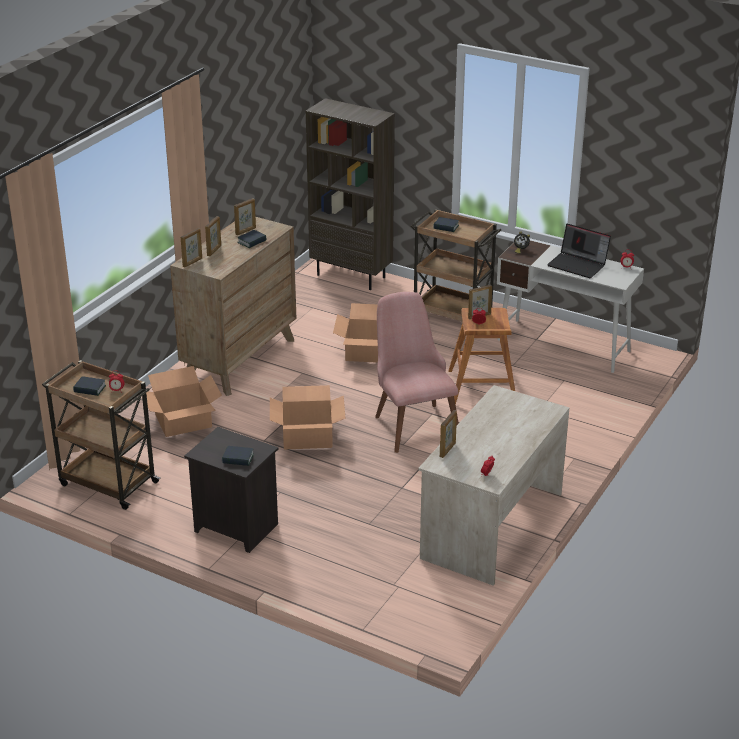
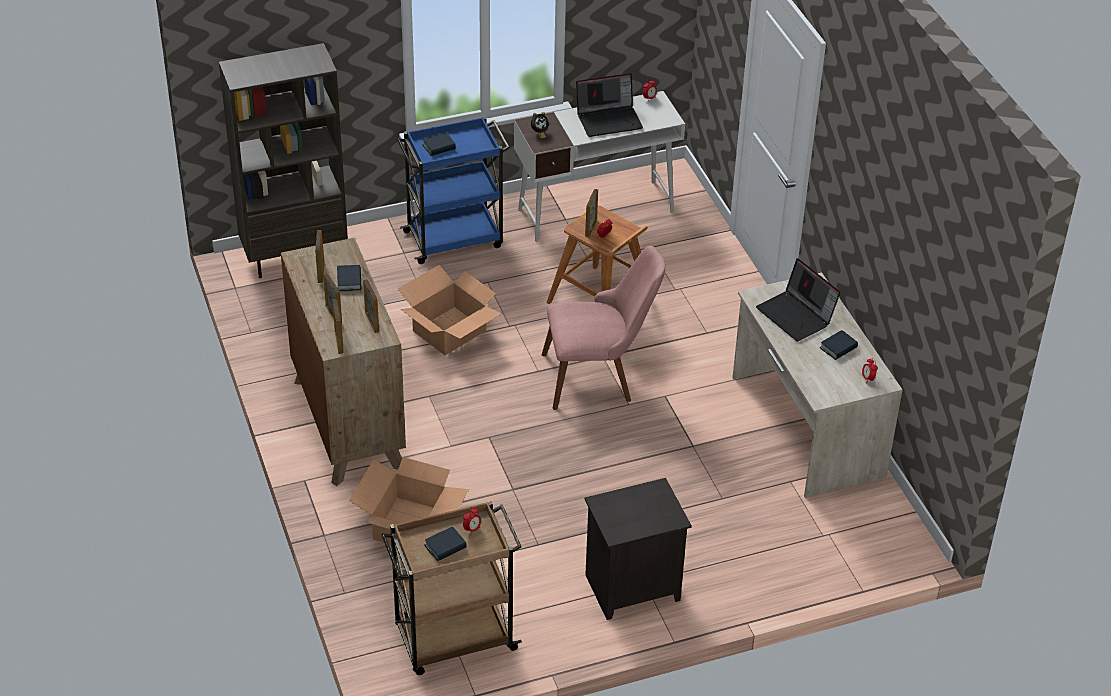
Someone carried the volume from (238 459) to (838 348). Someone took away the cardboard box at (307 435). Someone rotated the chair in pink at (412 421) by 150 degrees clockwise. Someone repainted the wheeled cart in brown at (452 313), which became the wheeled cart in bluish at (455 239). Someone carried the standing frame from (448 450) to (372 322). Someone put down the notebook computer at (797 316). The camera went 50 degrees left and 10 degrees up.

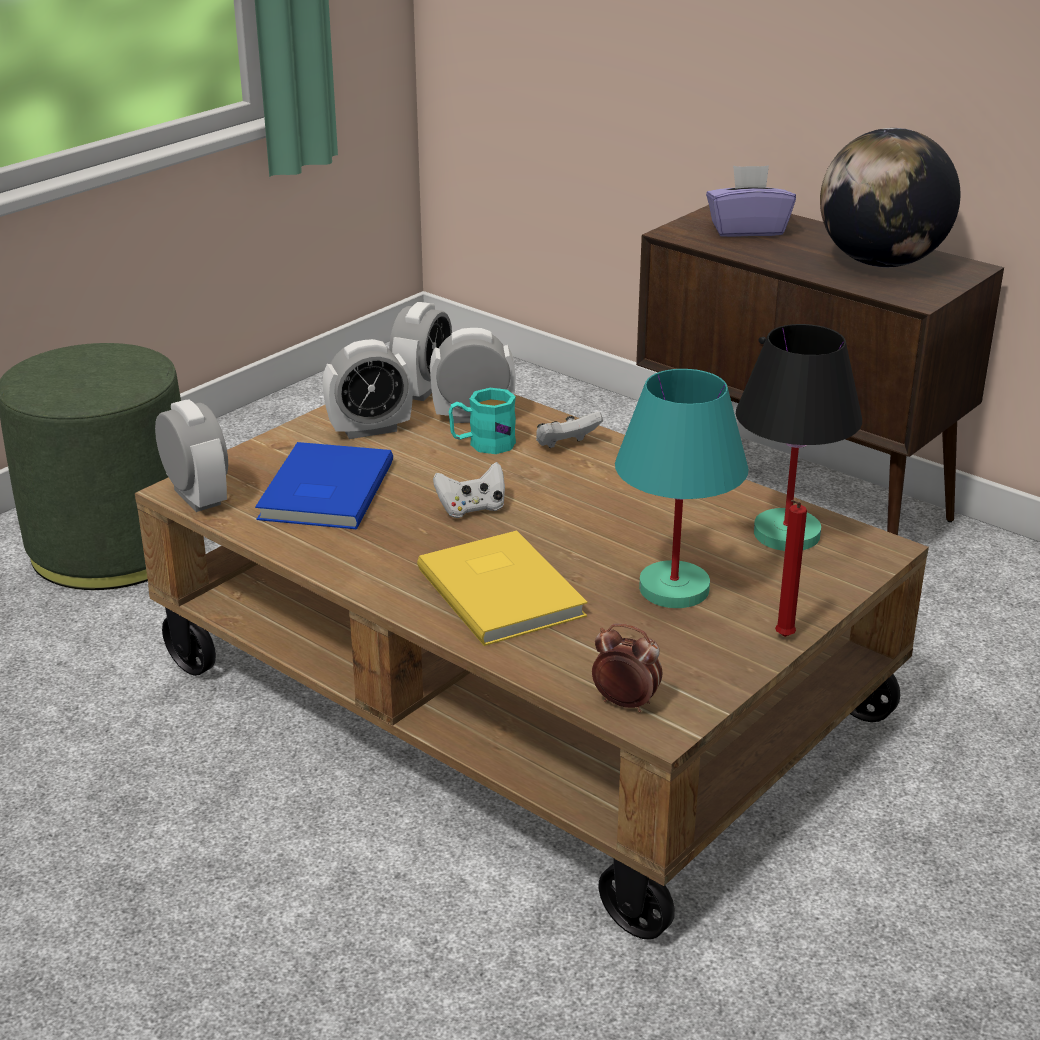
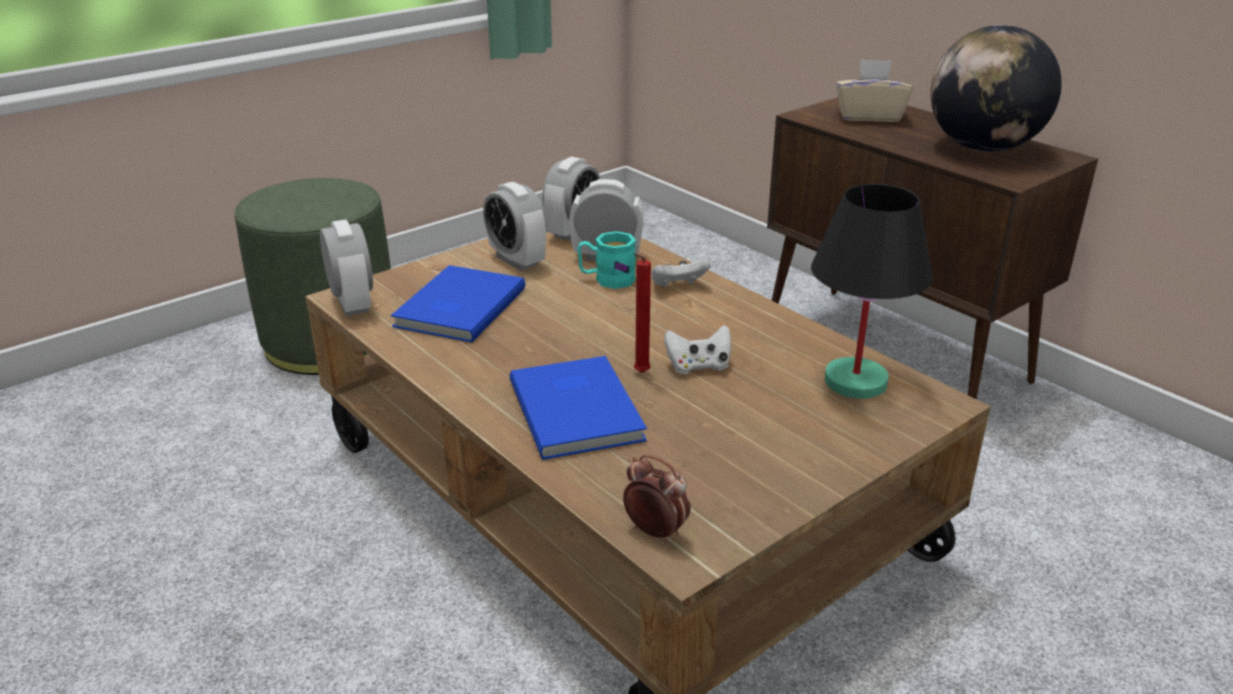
Someone rotated the table clock at (370 429) by 60 degrees clockwise. Someone repainted the volume in yellowish at (503 590), which became the volume in bluish at (578 408). Someone carried the game controller in whitish from (472 509) to (698 366). Someone took away the tabletop lamp in turquoise at (674 588). Someone repainted the box of tissues in purplish at (747 229), which became the box of tissues in sand-coloured at (869 116). Someone carried the candle in reddish from (782 638) to (639 374). The camera went 10 degrees right and 0 degrees up.

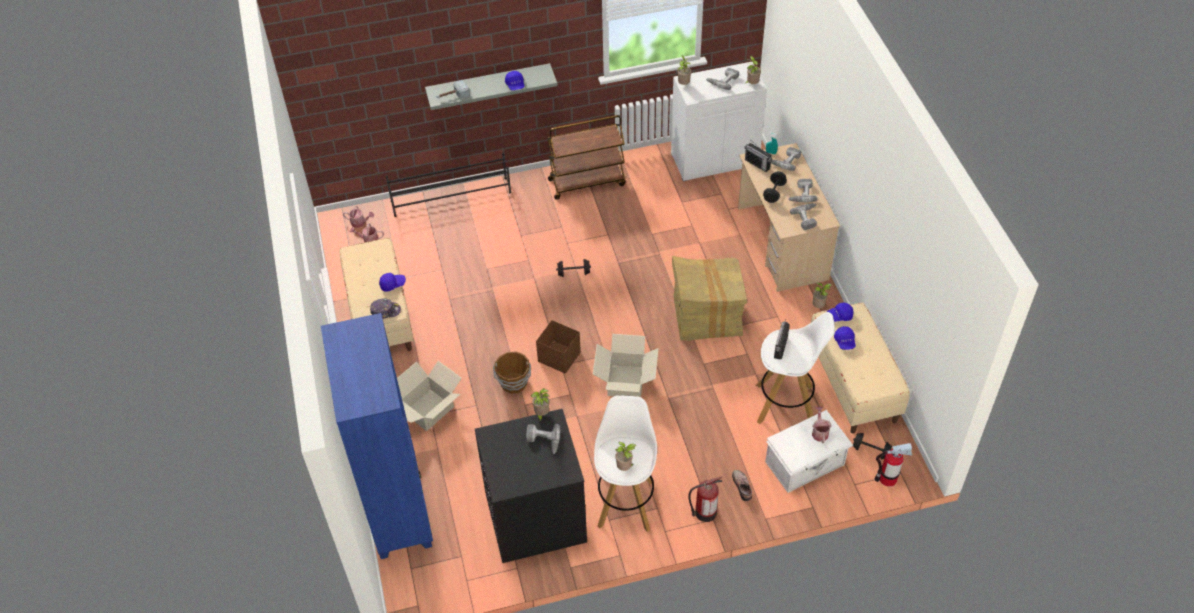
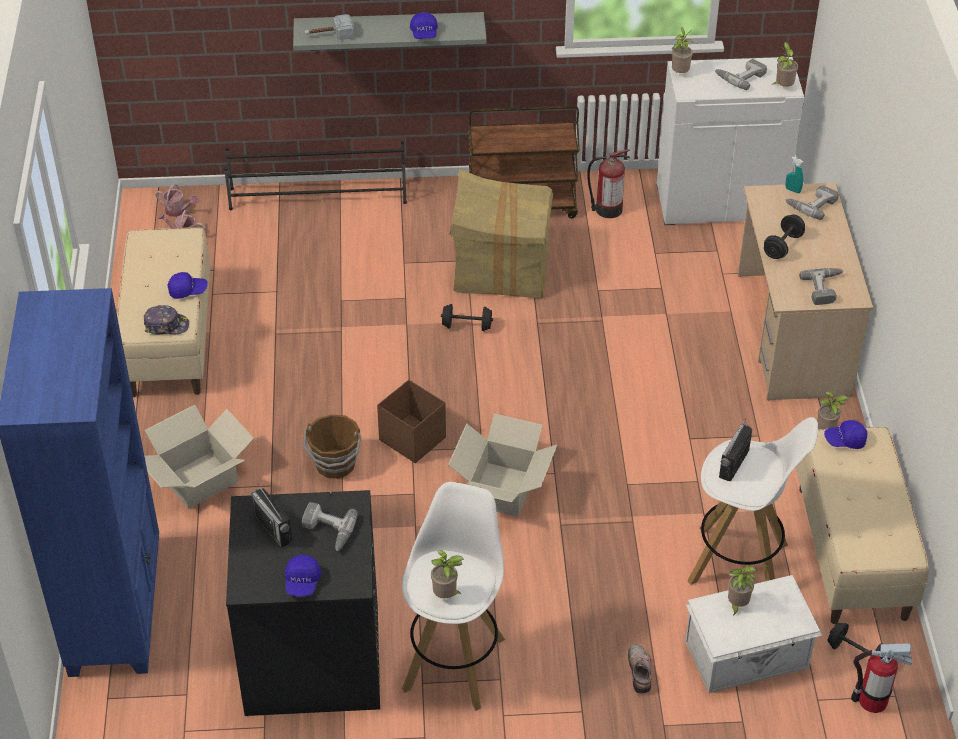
Someone carried the houseplant from (541 414) to (737 605). Someone carried the cardboard box from (707 316) to (501 268). Someone carried the fire-fighting cylinder from (704 512) to (607 209). Someone carried the radio set from (757 164) to (273 529). Someone took away the power drill at (800 194). Someone took away the sprinkling can at (819 432). Someone carried the cap in bluish from (844 342) to (302 582). The camera went 10 degrees right and 5 degrees down.

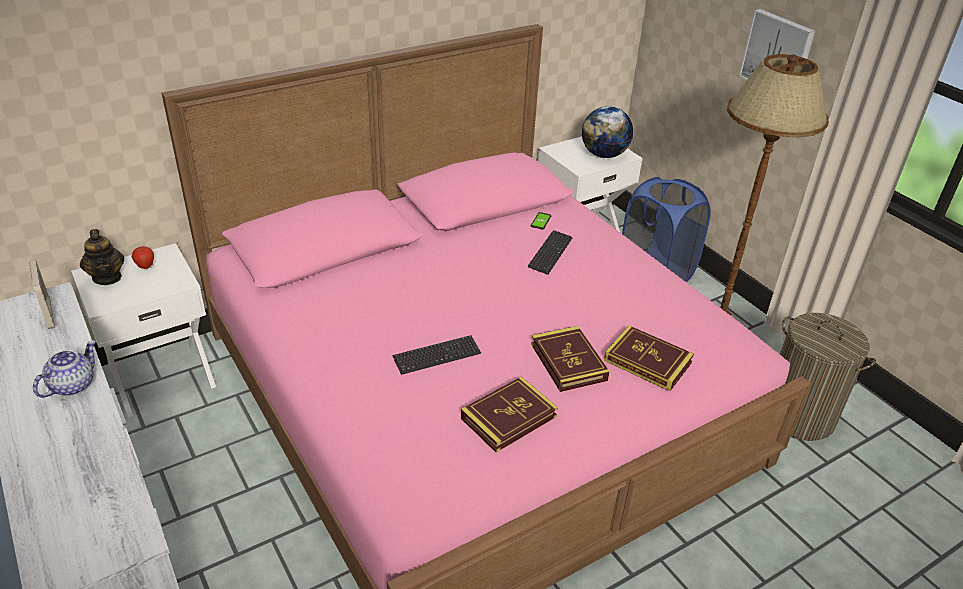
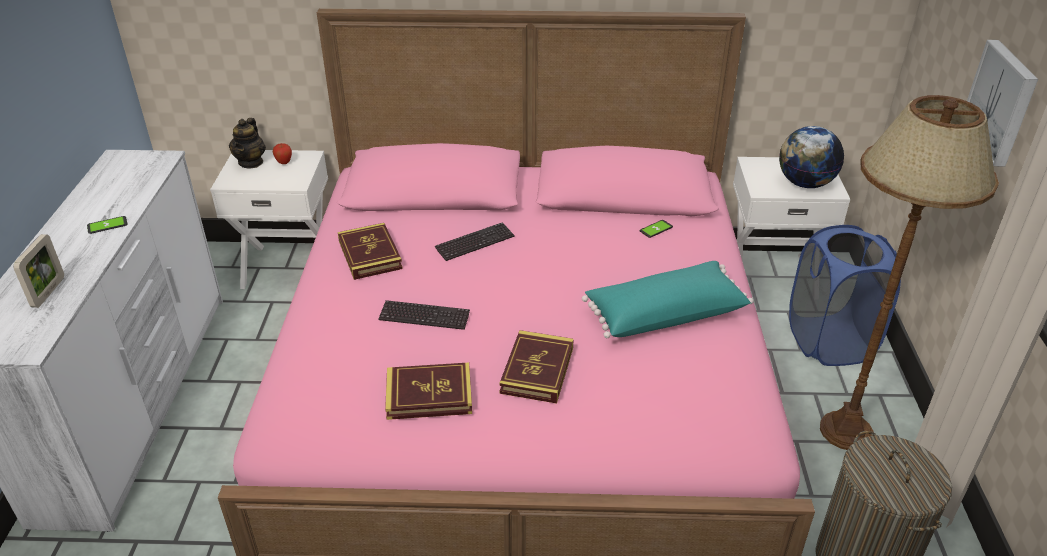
Someone carried the standing frame from (49 315) to (48 292). Someone swapped the pot for tea at (72 385) for the phone at (107 225). Someone carried the PC keyboard from (550 253) to (475 243). Someone carried the volume from (647 361) to (370 255). Someone put down the pillow in turquoise at (664 313). The camera went 35 degrees right and 0 degrees up.

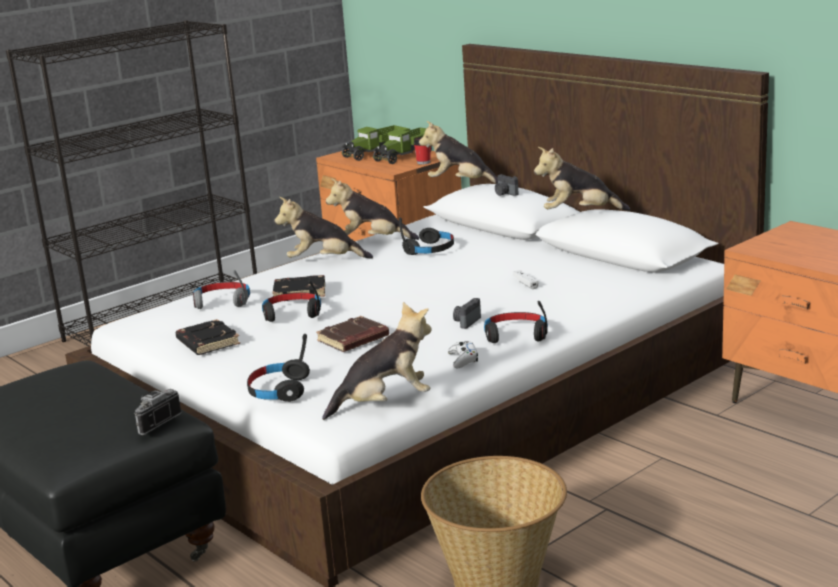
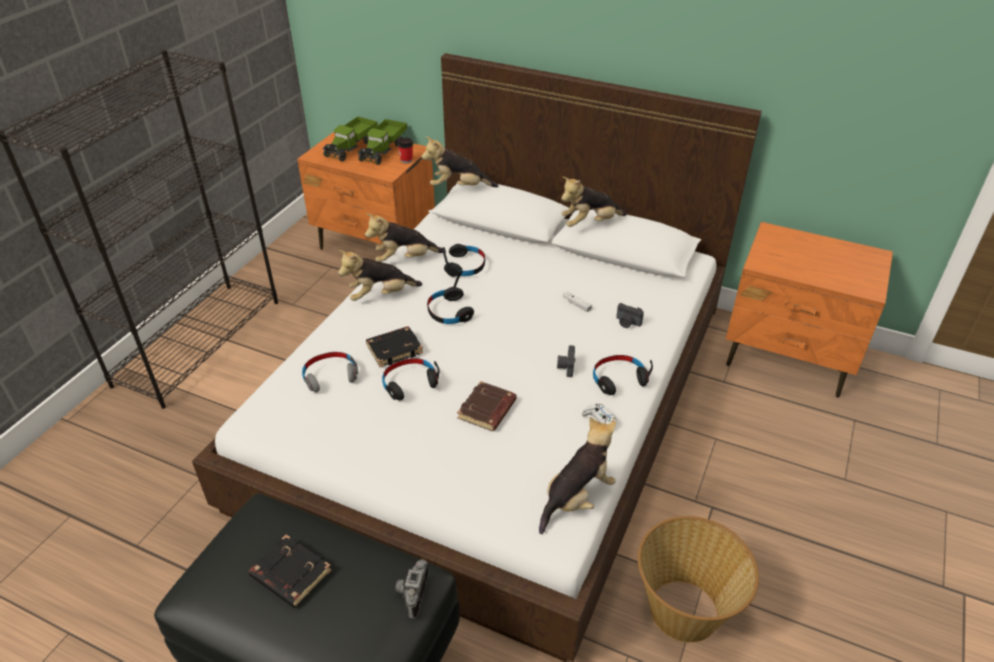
Someone carried the volume in blackish from (207 342) to (289 574). Someone carried the headphones in blackish from (279 390) to (449 312). Someone carried the photo camera from (505 193) to (627 323). The camera went 25 degrees left and 20 degrees up.

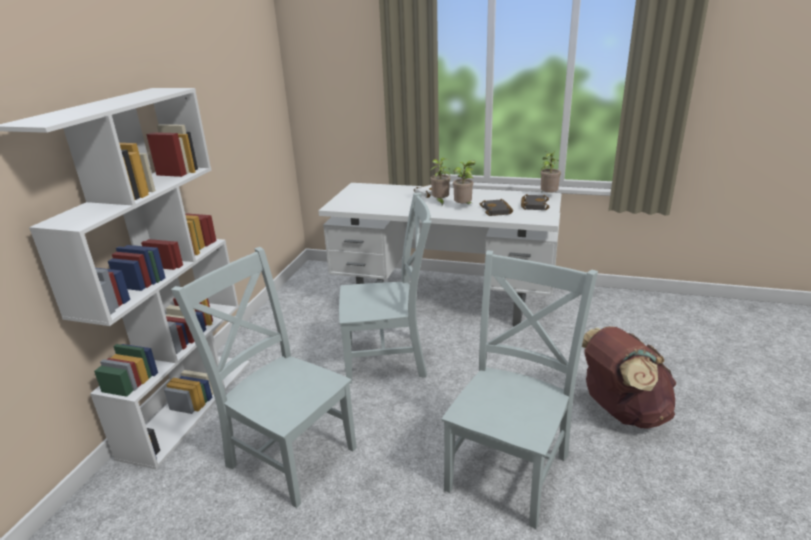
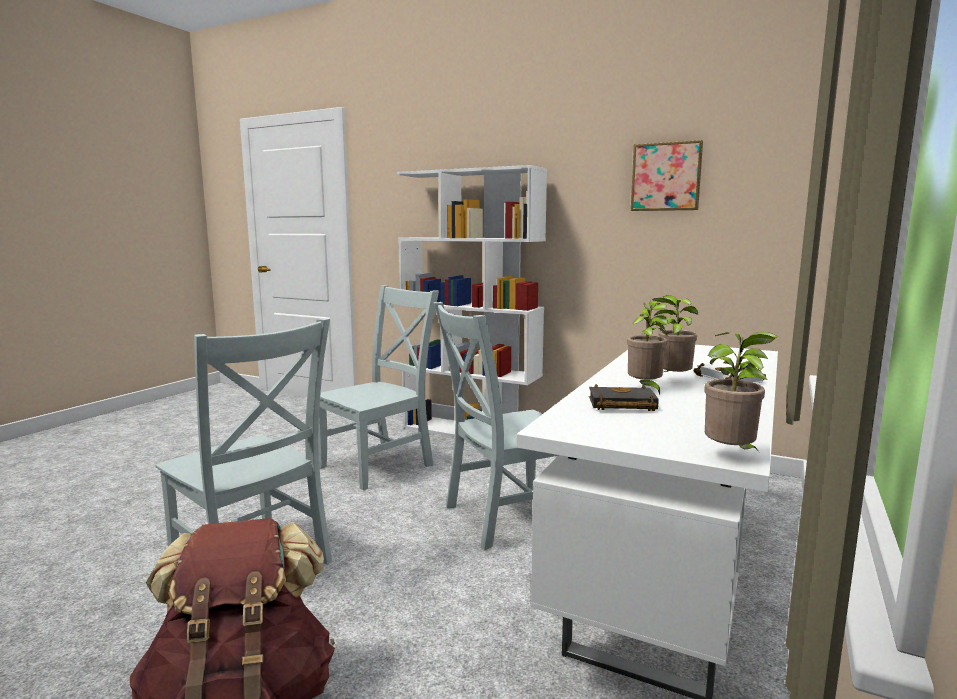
Someone rotated the chair in gray at (389 359) by 60 degrees clockwise. Someone took away the volume in blackish at (533 205). Someone put up the wall picture at (666 177). The camera went 100 degrees right and 15 degrees down.

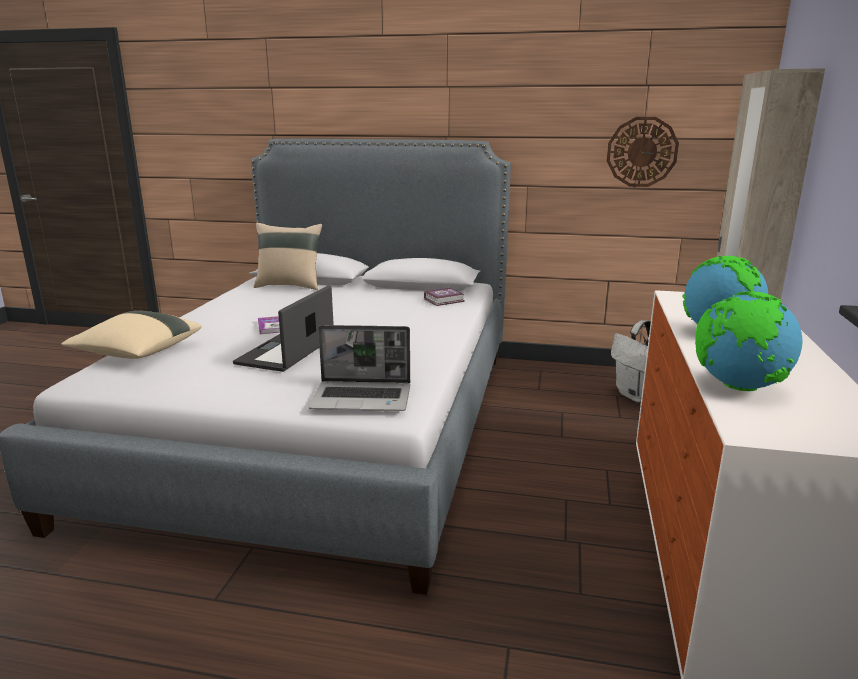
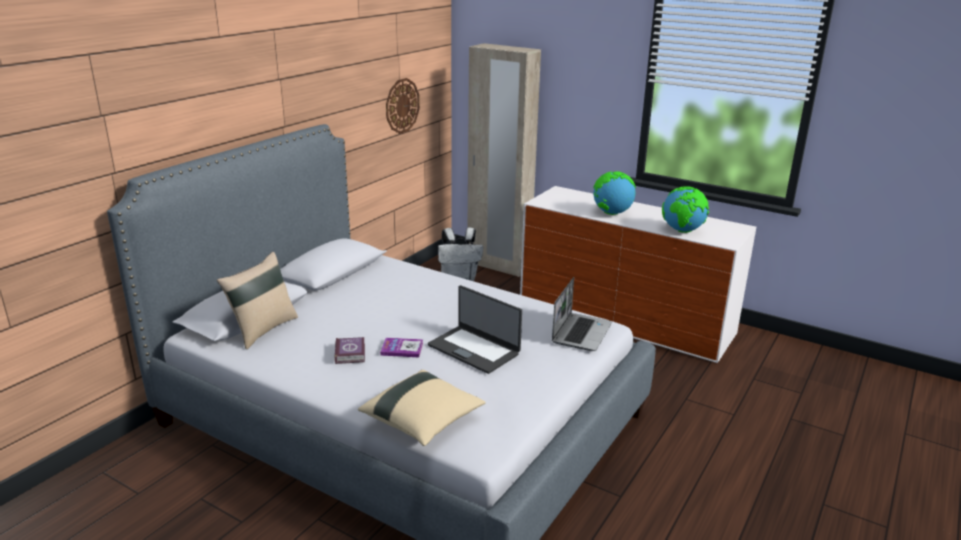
Someone carried the volume from (445 300) to (351 353). The camera went 70 degrees left and 5 degrees up.

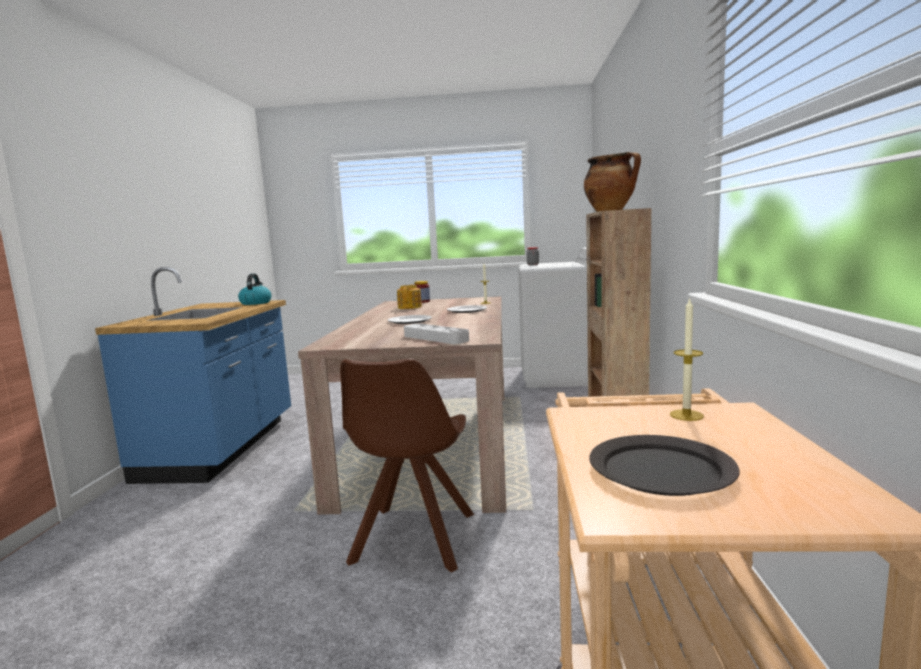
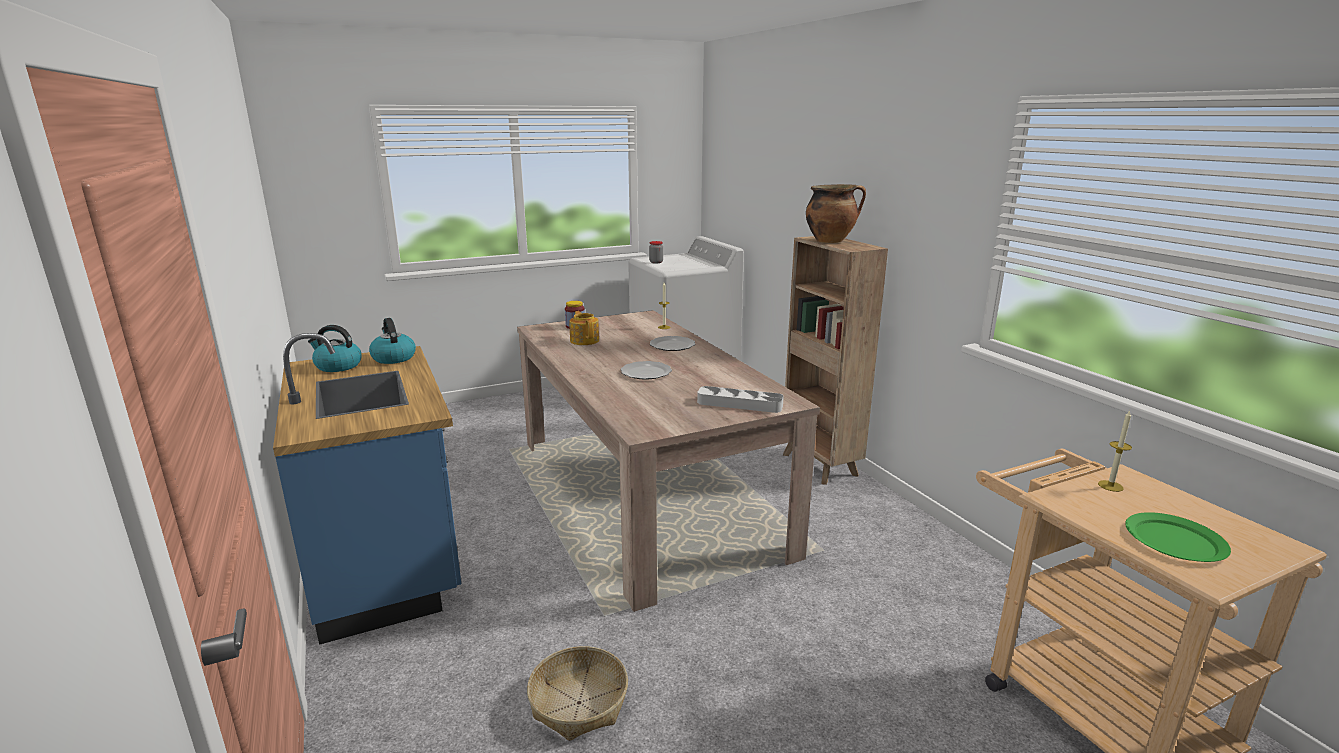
Someone took away the chair in brown at (412 540). Someone repainted the plate in blackish at (662 470), which became the plate in green at (1175 541). Someone put down the kettle at (337 366). Someone put down the basket at (578 703). The camera went 30 degrees left and 10 degrees up.

